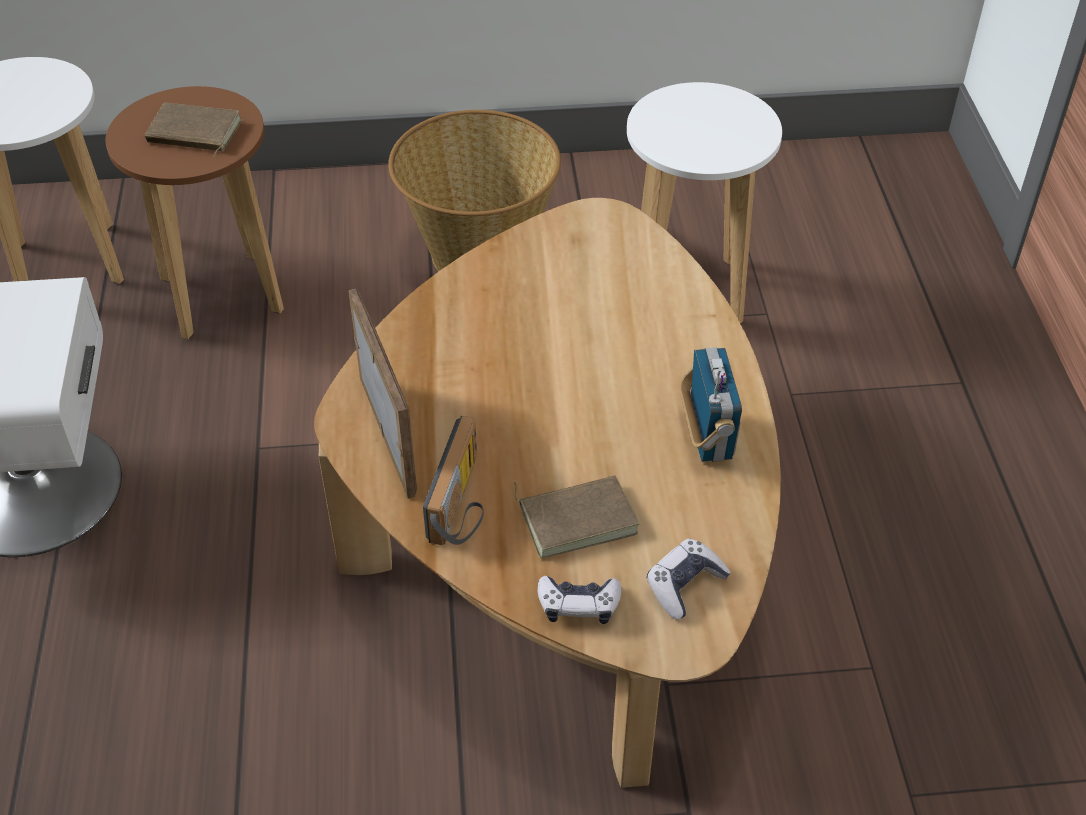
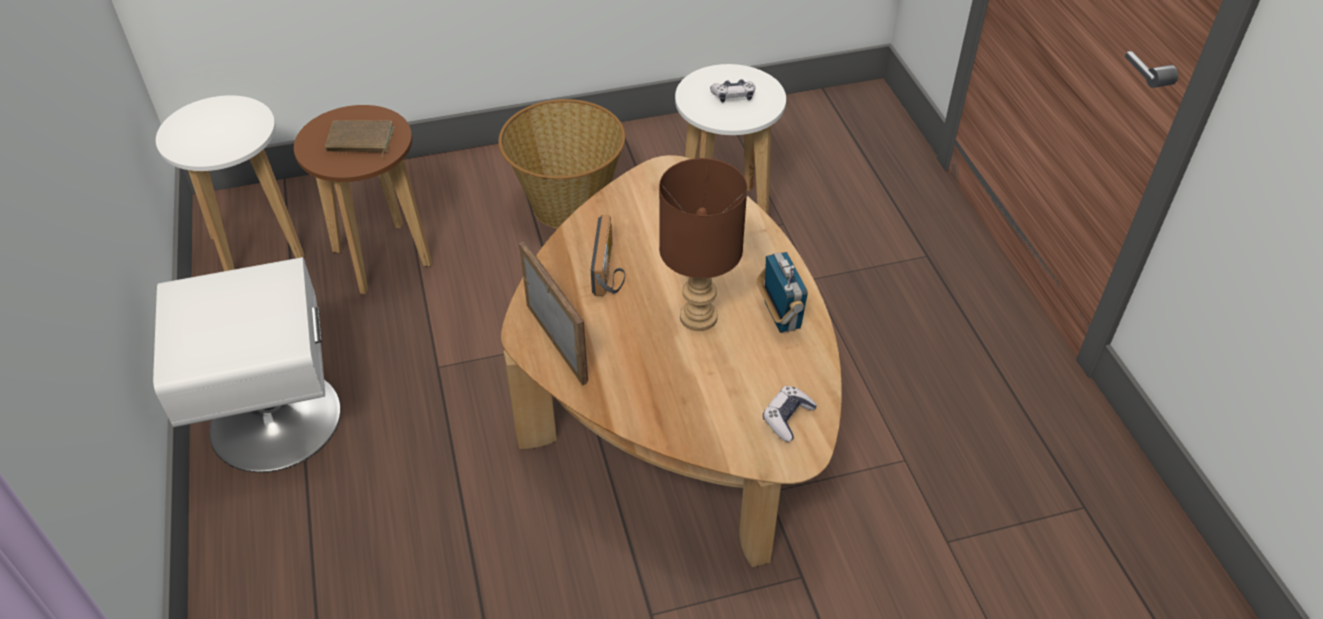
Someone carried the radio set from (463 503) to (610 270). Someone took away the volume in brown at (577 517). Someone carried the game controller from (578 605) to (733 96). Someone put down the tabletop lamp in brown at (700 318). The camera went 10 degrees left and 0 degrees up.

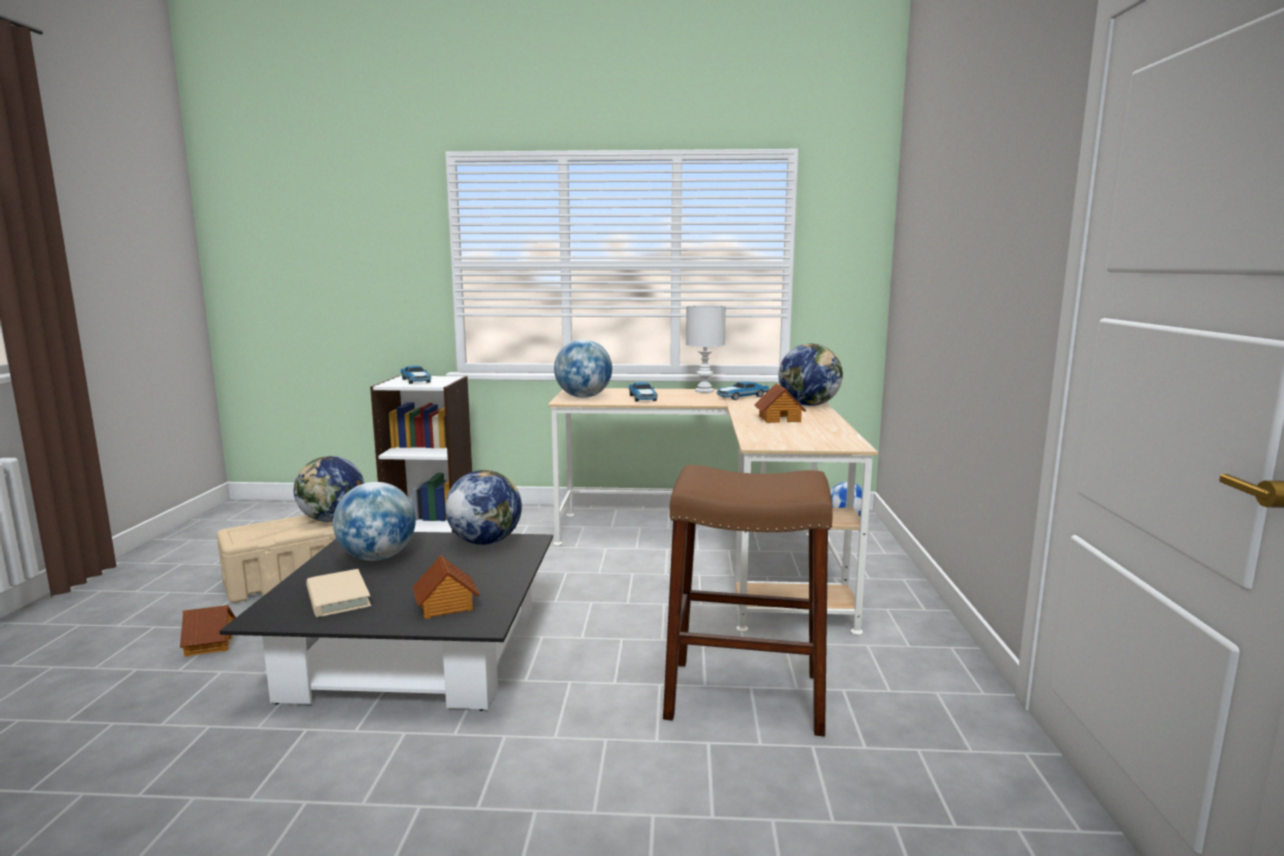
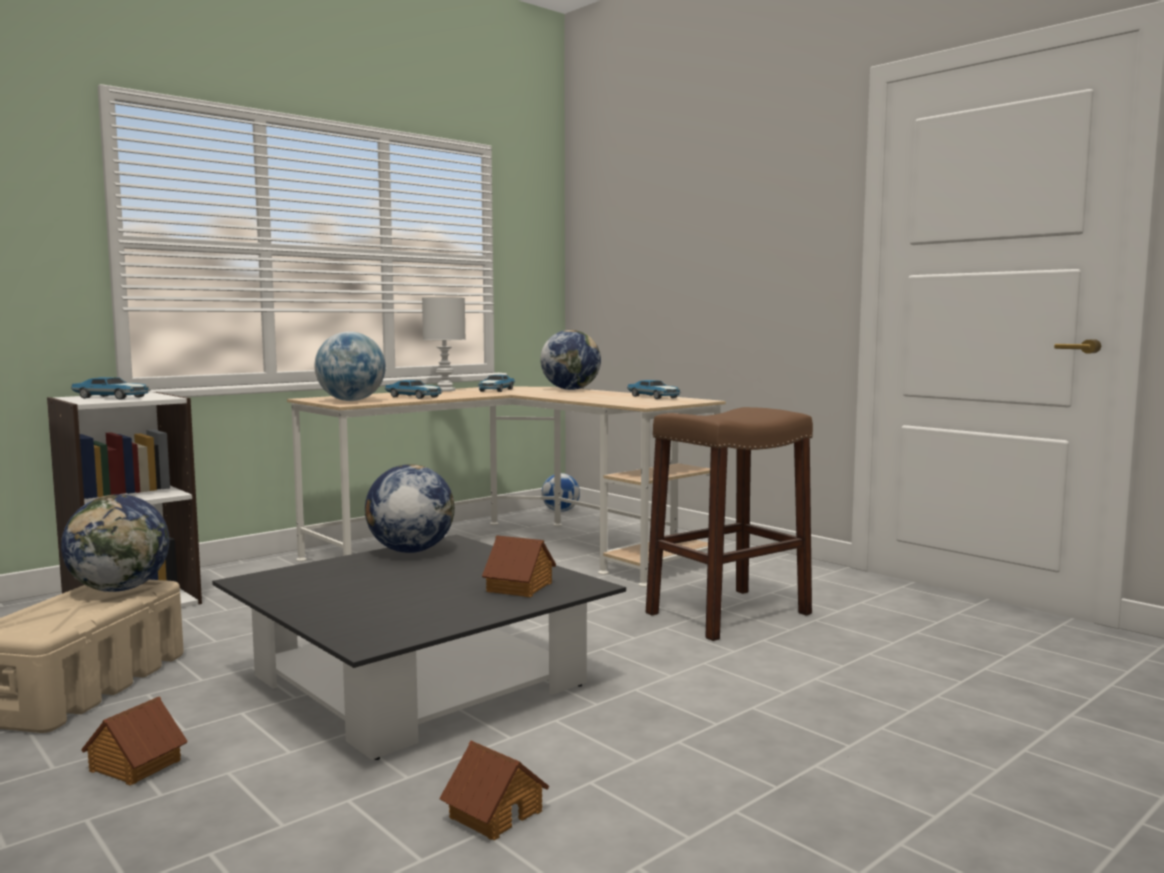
Someone took away the volume in sand-coloured at (338 597). Someone took away the desk globe at (378 558). Someone carried the toy house from (779 419) to (494 813). Someone put down the miniature car at (654 397). The camera went 45 degrees left and 5 degrees down.

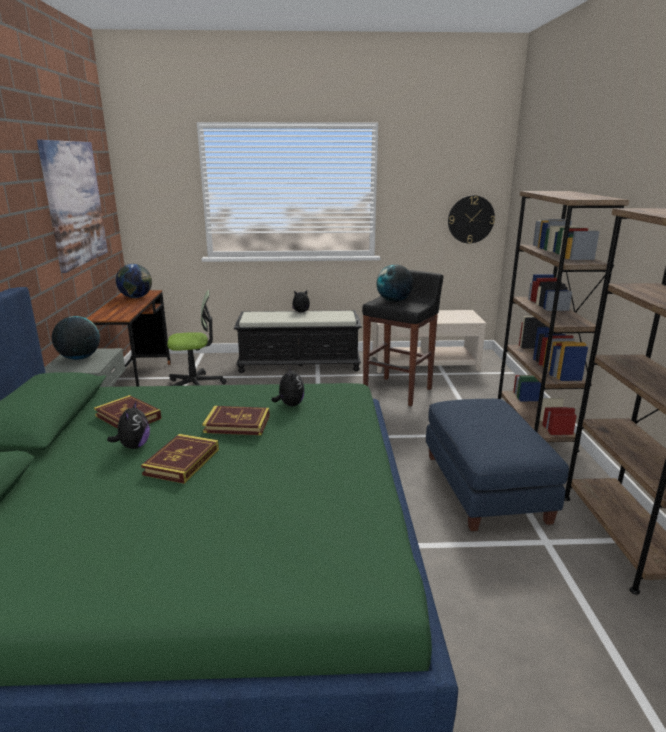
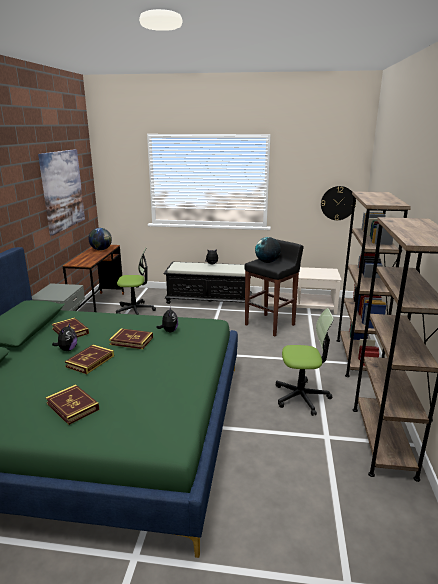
Someone took away the desk globe at (79 358). Someone swapped the pouffe in bluish at (485 487) for the computer chair at (301 397). Someone put down the volume at (72 406). The camera went 10 degrees right and 0 degrees up.

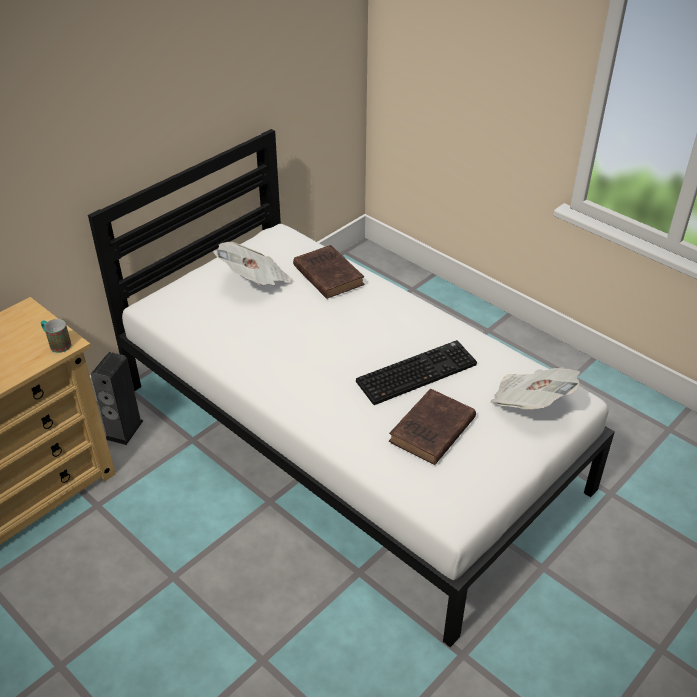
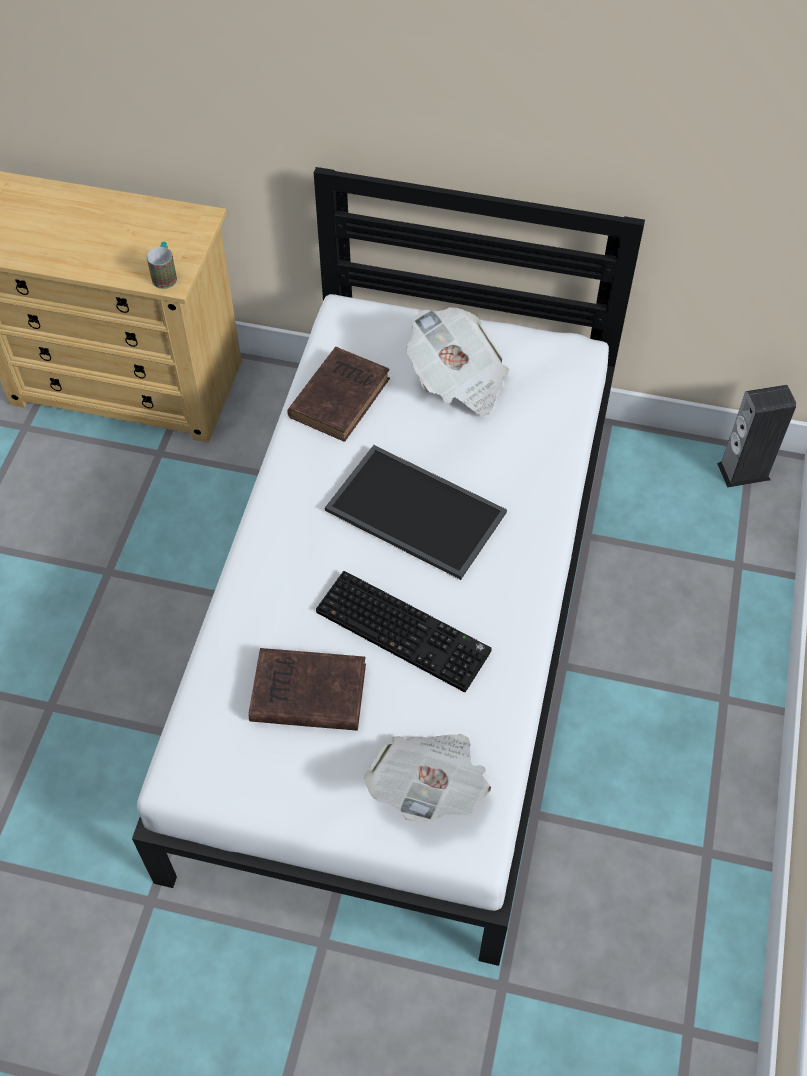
Someone carried the speaker from (124 430) to (743 471). Someone carried the volume in brown from (327 274) to (341 396). Someone put down the carrying tray at (412 512). The camera went 60 degrees right and 15 degrees up.

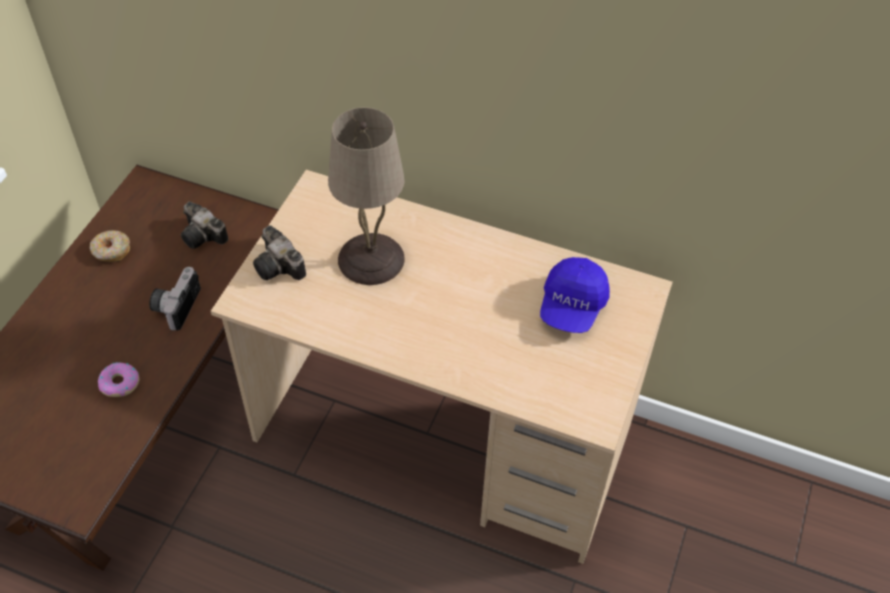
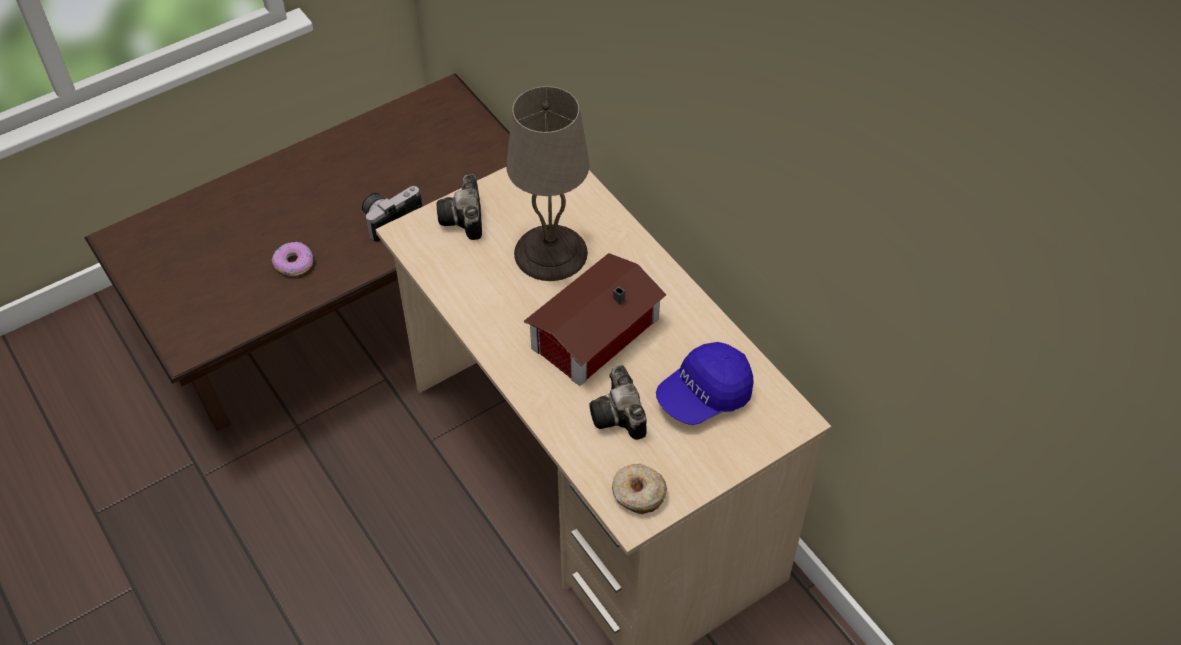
Someone carried the donut from (111 251) to (638 494). Someone carried the photo camera from (204 236) to (620 417). Someone put down the toy house at (590 333). The camera went 35 degrees right and 0 degrees up.

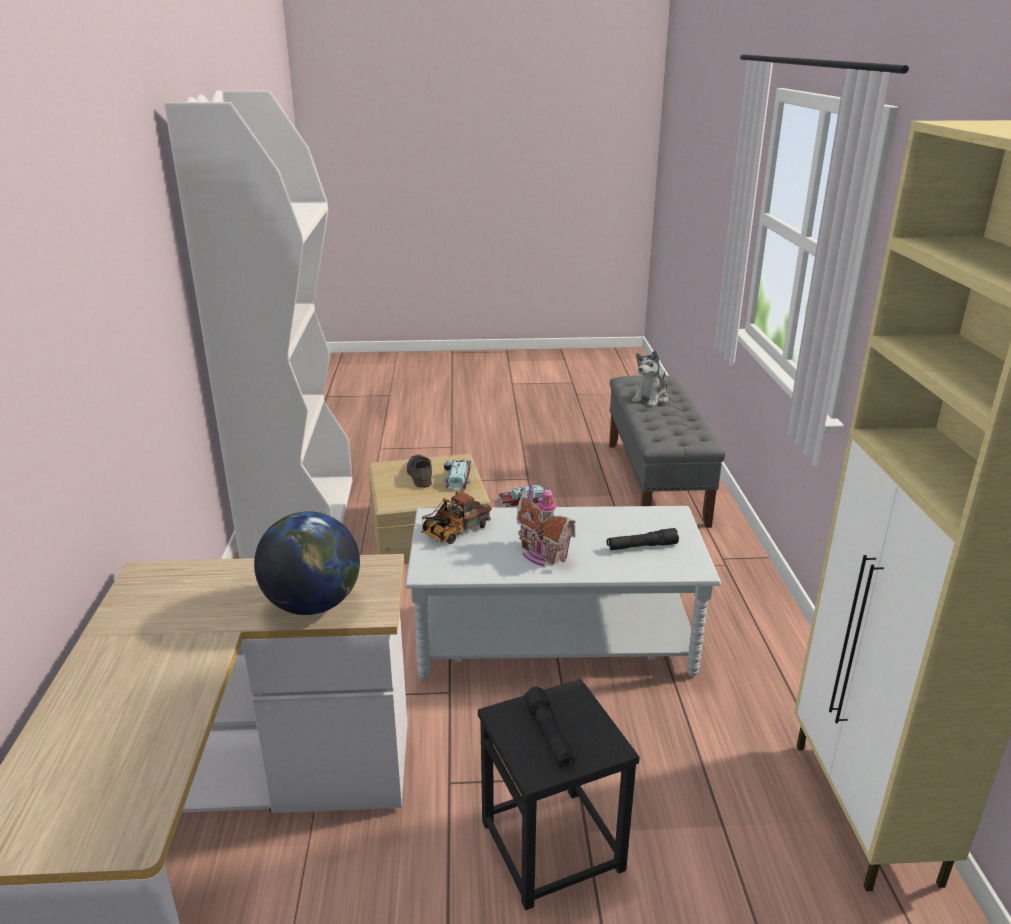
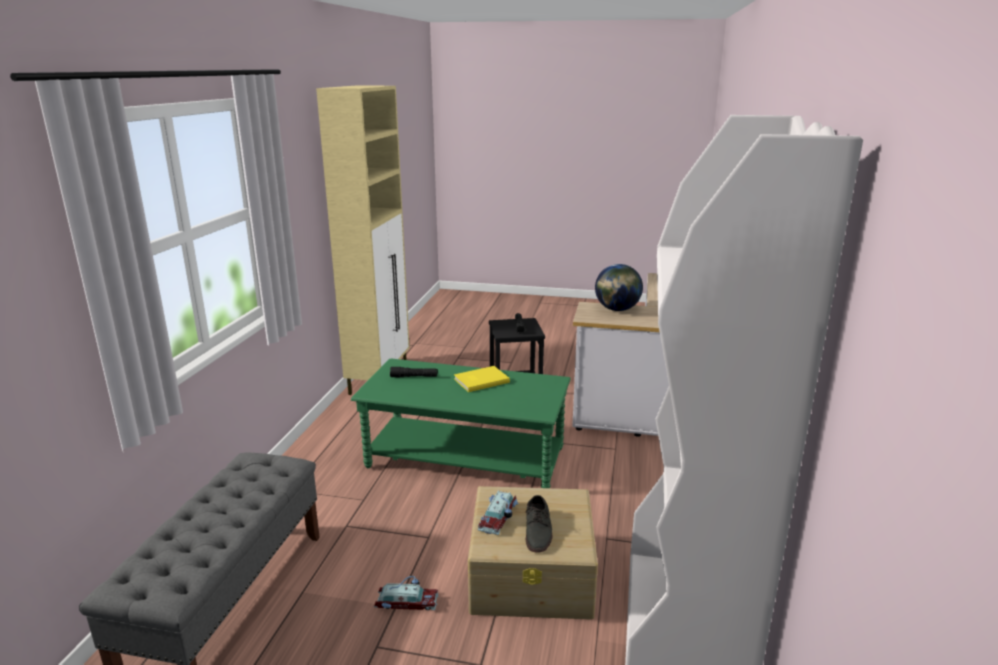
Someone repainted the low table in gray at (553 639), which became the low table in green at (466 458). Someone took away the model truck at (453 532). Someone swapped the toy house at (541 554) for the volume in yellowish at (480 380). Someone took away the cuddly toy at (651 398). The camera went 165 degrees left and 5 degrees down.

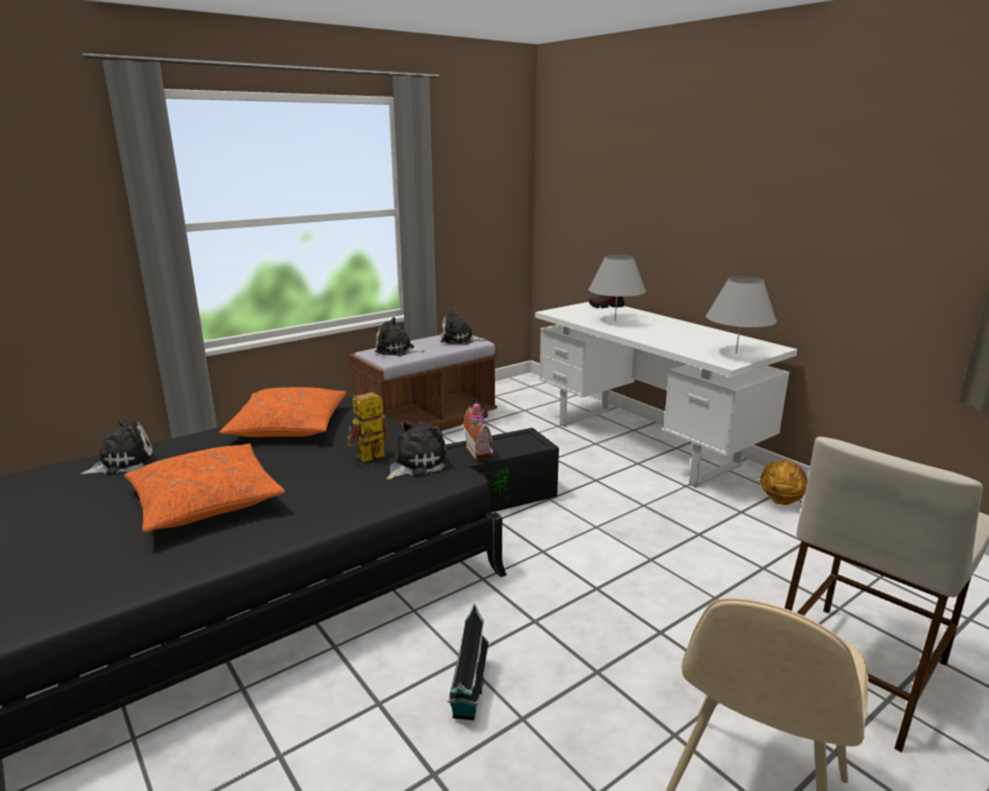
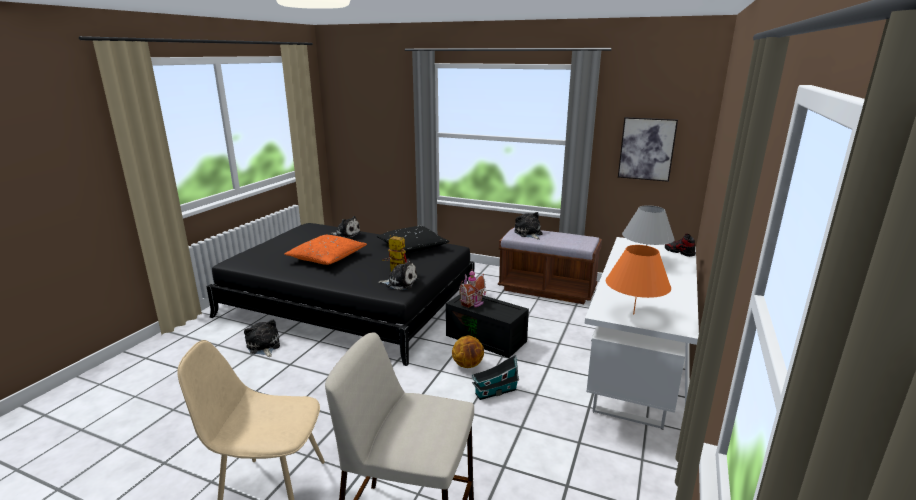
Someone repainted the pillow in orangey at (288 426), which became the pillow in blackish at (412 247). Someone carried the cuddly toy from (459 340) to (263 346). Someone carried the toy house from (469 690) to (494 392). Someone repainted the tabletop lamp in gray at (736 353), which became the tabletop lamp in orangey at (633 314). Someone carried the ball for basketball from (780 500) to (468 365). Someone put up the wall picture at (646 149). The camera went 60 degrees right and 0 degrees up.

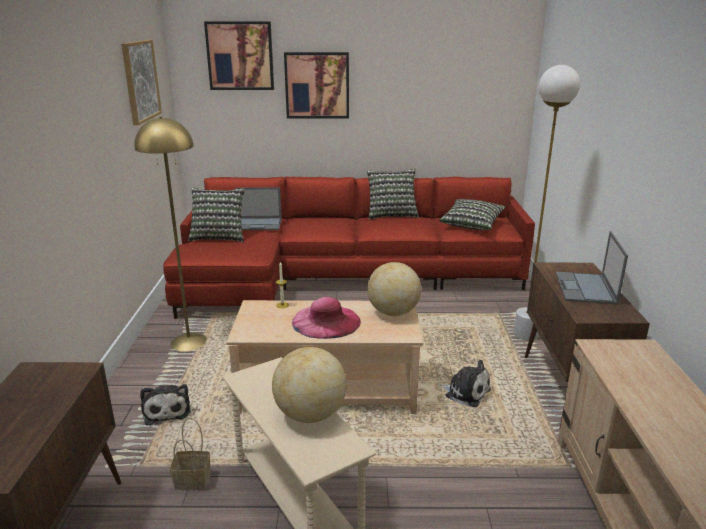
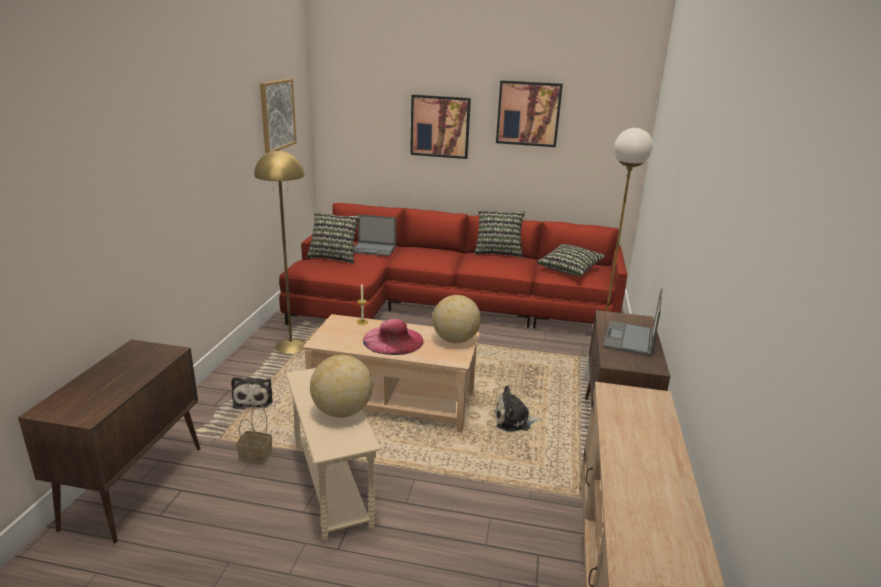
Someone carried the wall picture from (240 56) to (528 113). Someone rotated the cuddly toy at (465 392) by 135 degrees clockwise. The camera went 10 degrees right and 0 degrees up.

